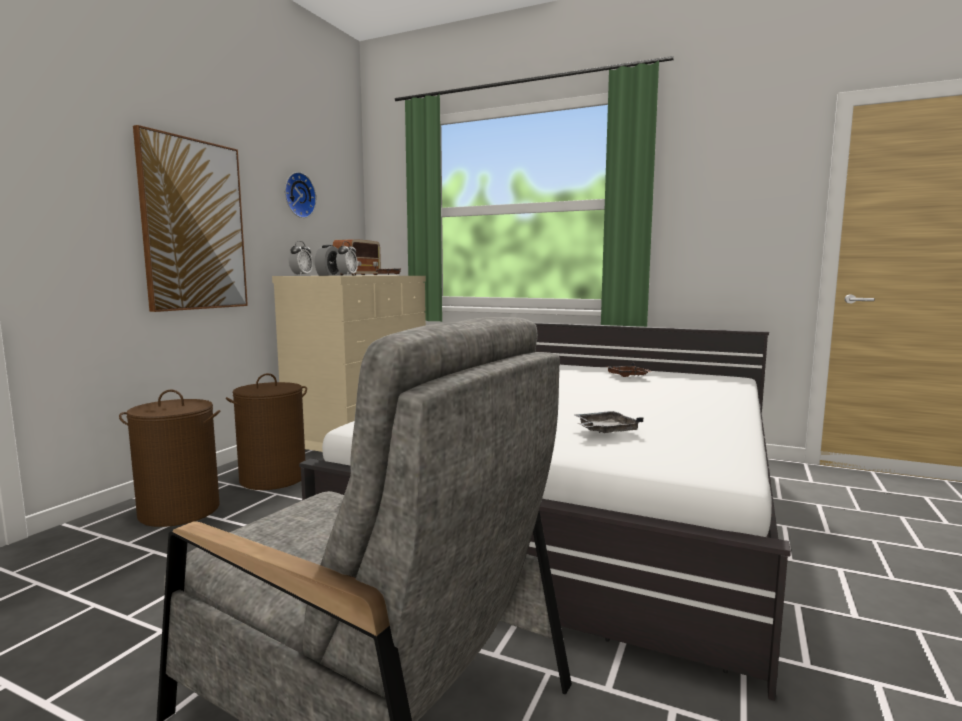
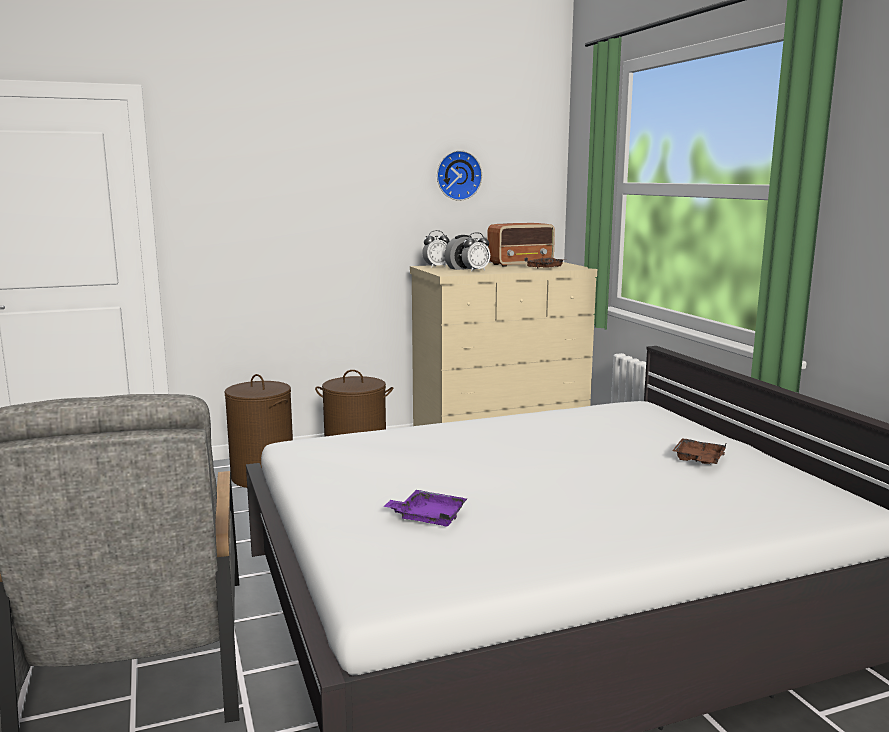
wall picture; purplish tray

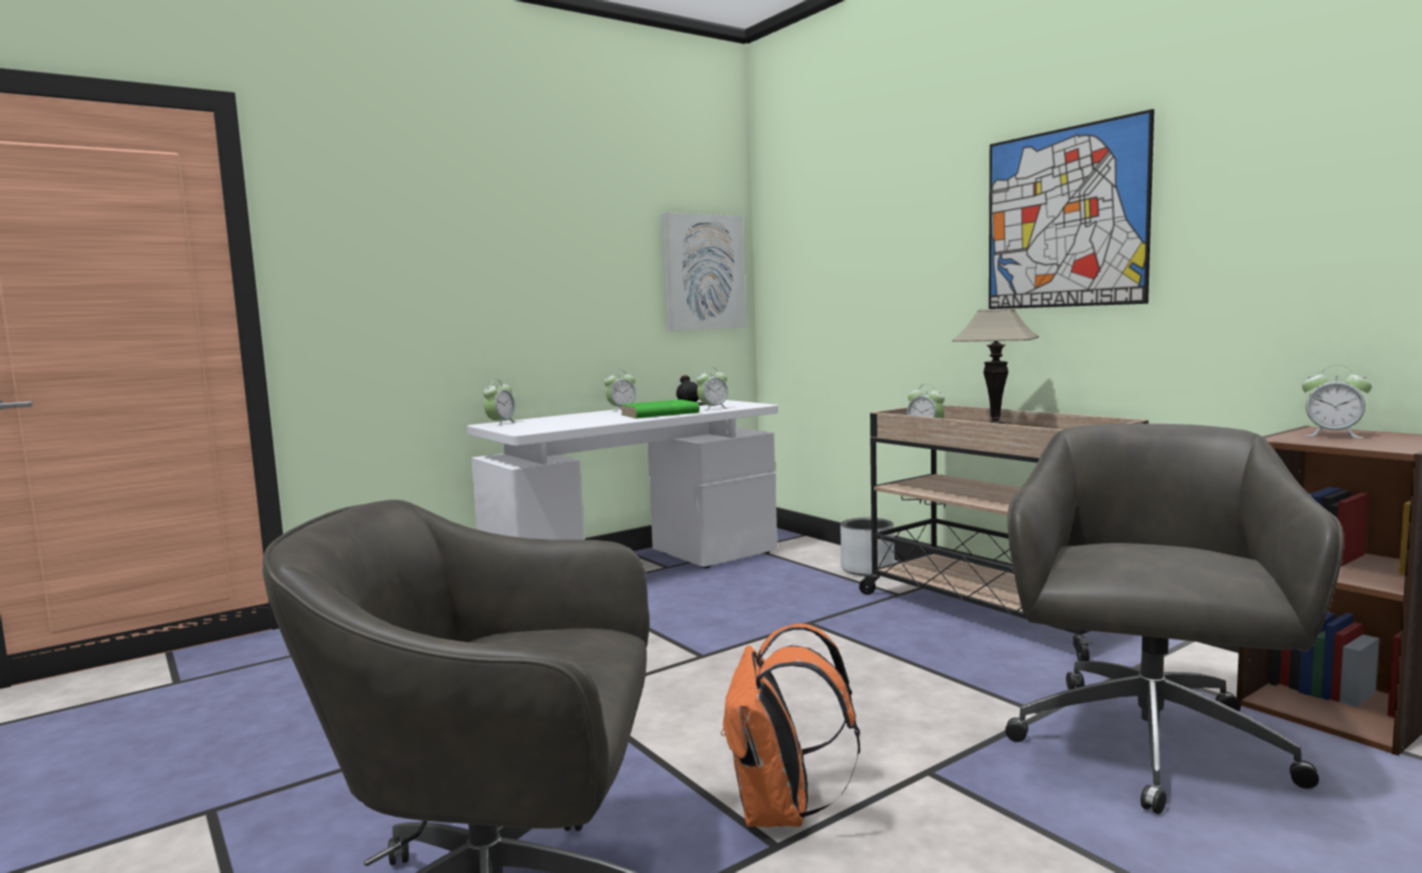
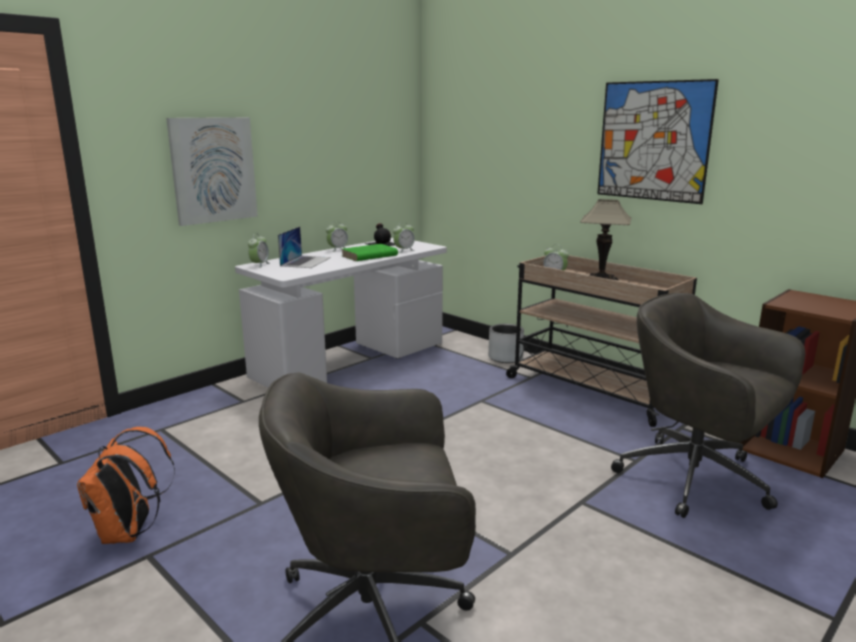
wall picture (1st from left); bedside clock (5th from left in the first image); greyish computer chair (2nd from left); orange rucksack; laptop

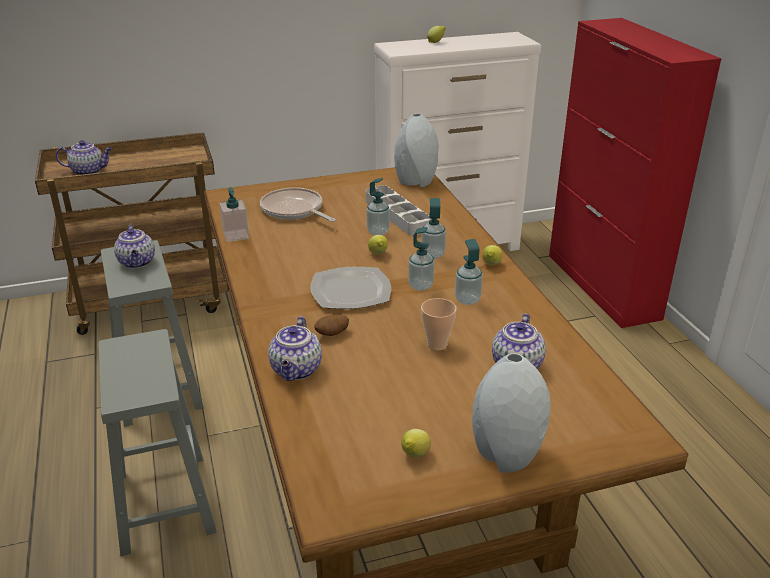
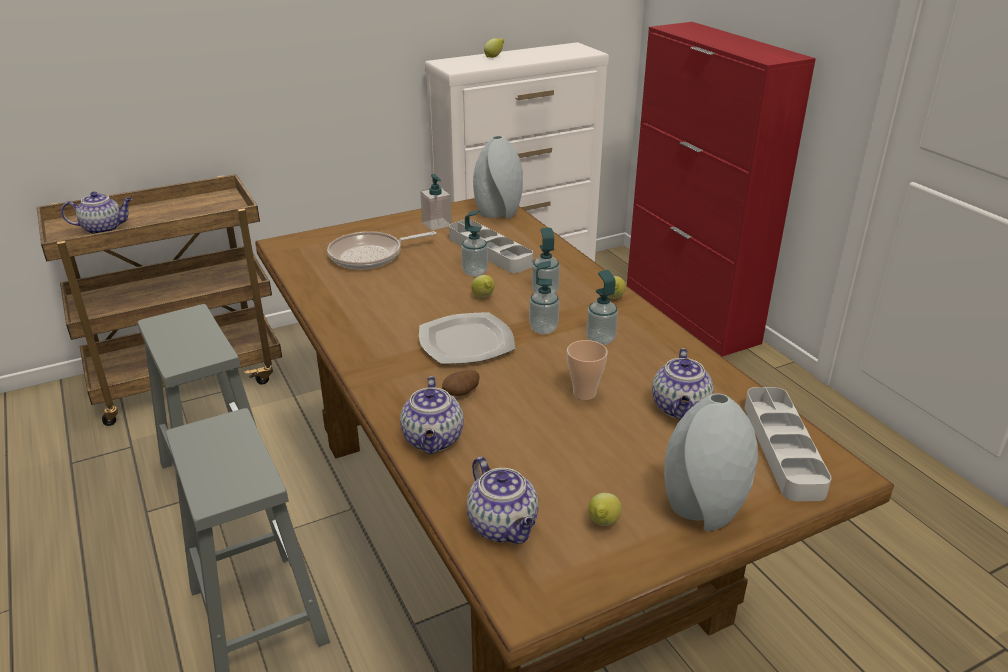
soap bottle (1st from left); skillet; teapot (3rd from left); greyish tray (2nd from left)

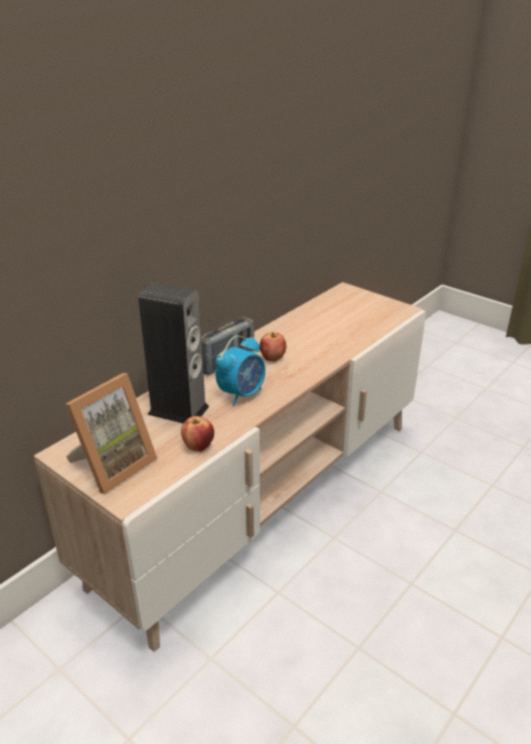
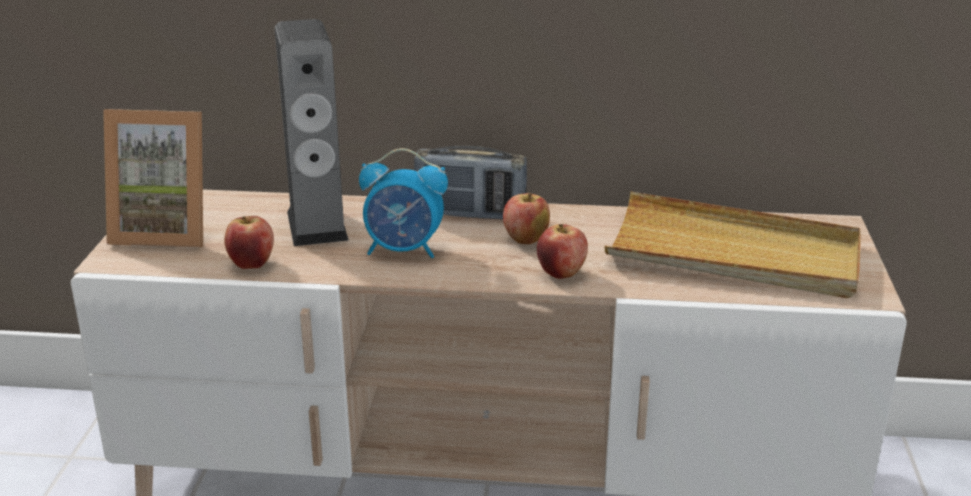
beige tray; whole apple (3rd from left)

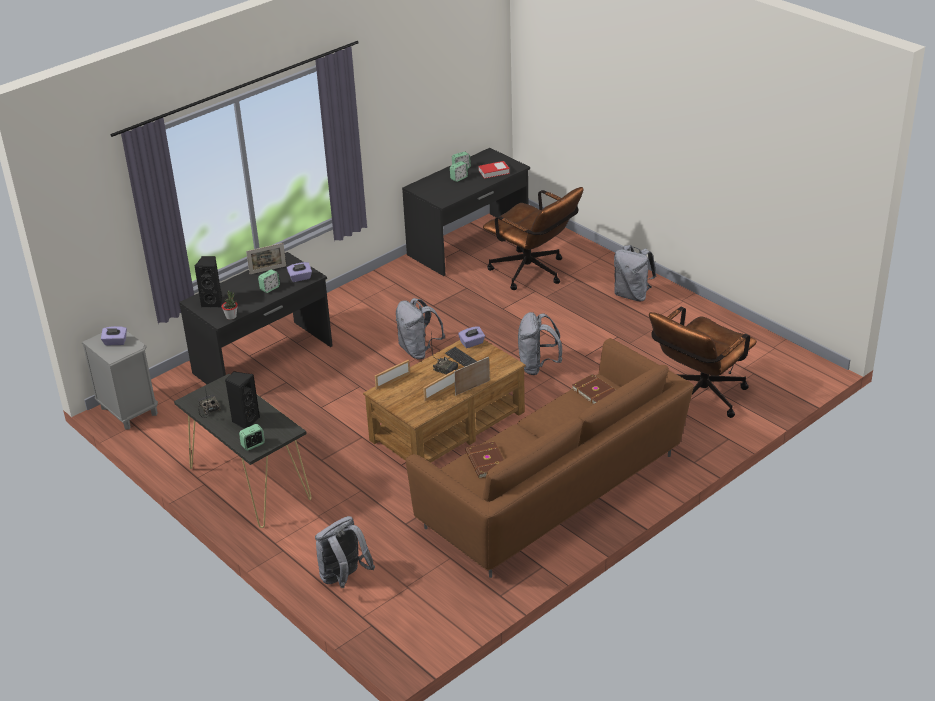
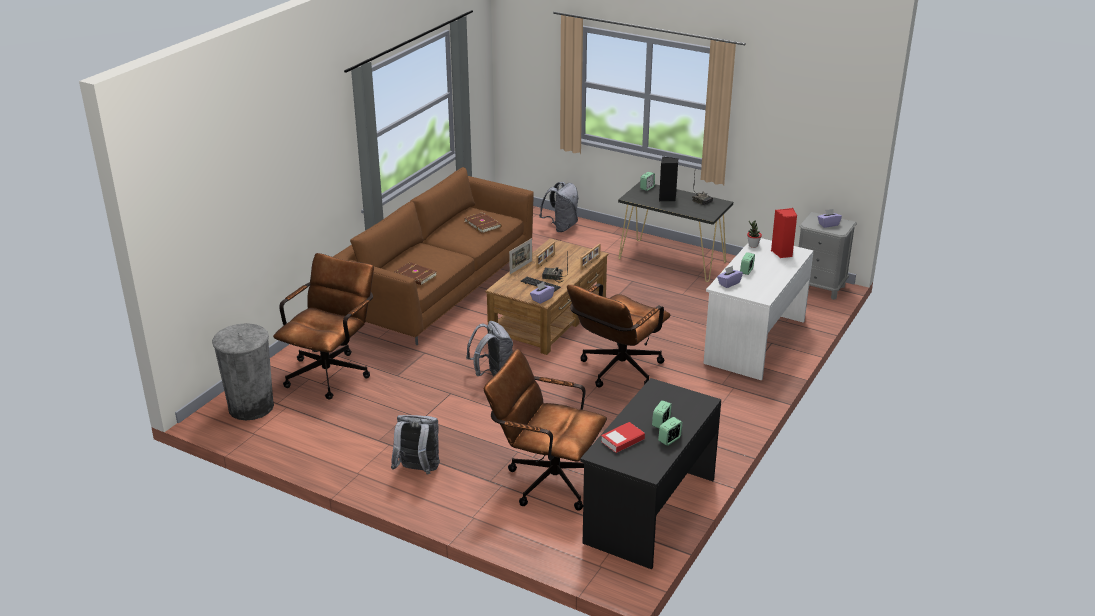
standing frame (1st from left in the first image); whitish desk table; red-coloured audio speaker; brown-coloured computer chair (3rd from left); greyish waste bin

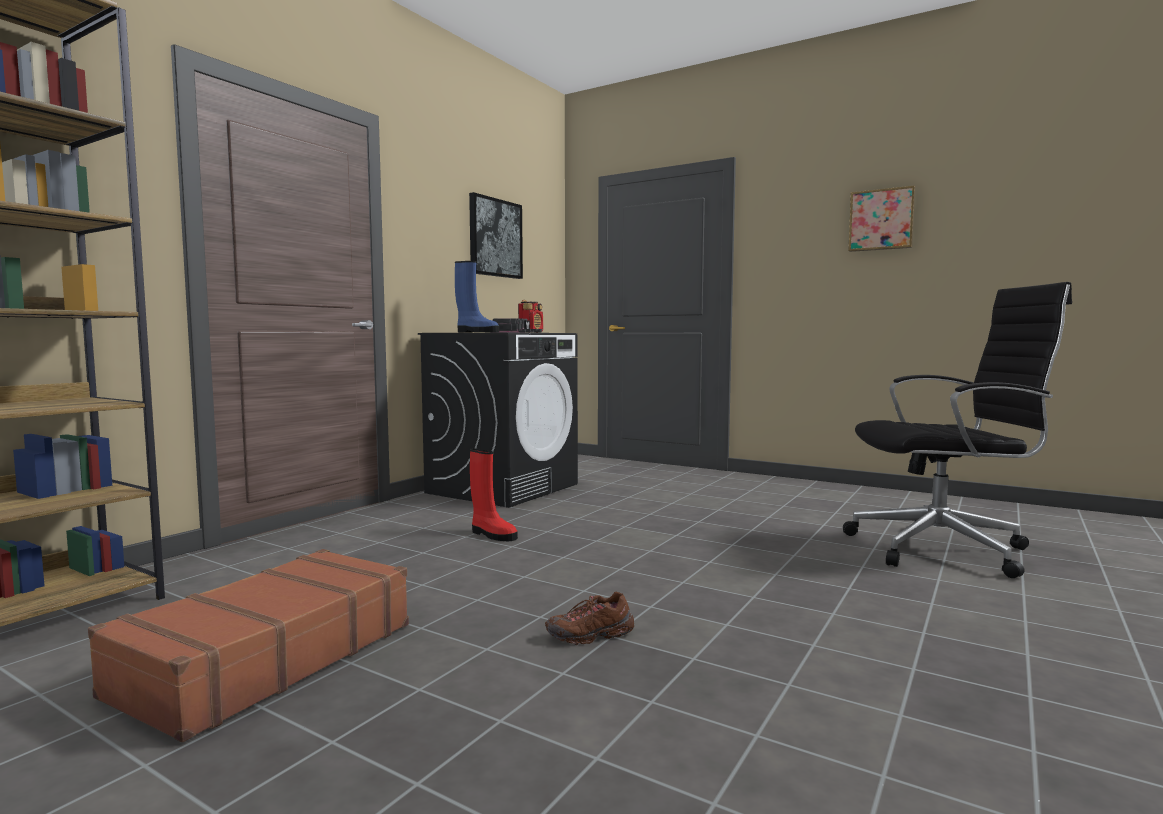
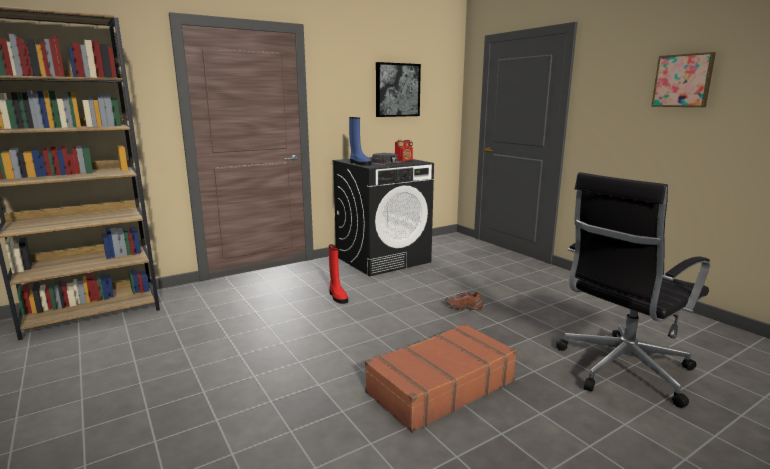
black computer chair; brown-coloured travel case; brown-coloured item of footwear

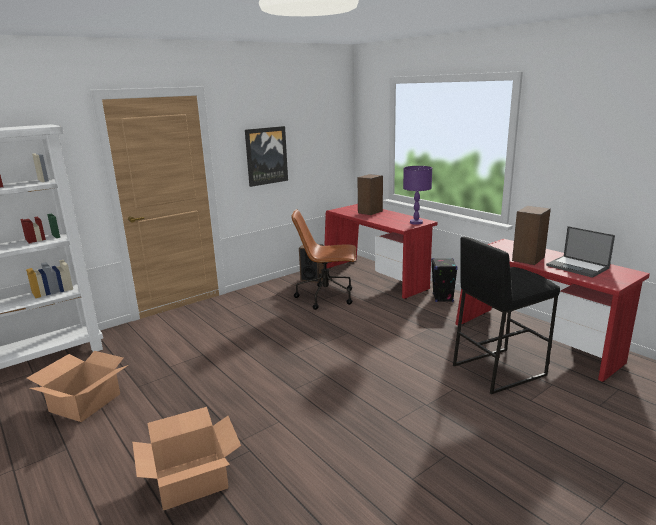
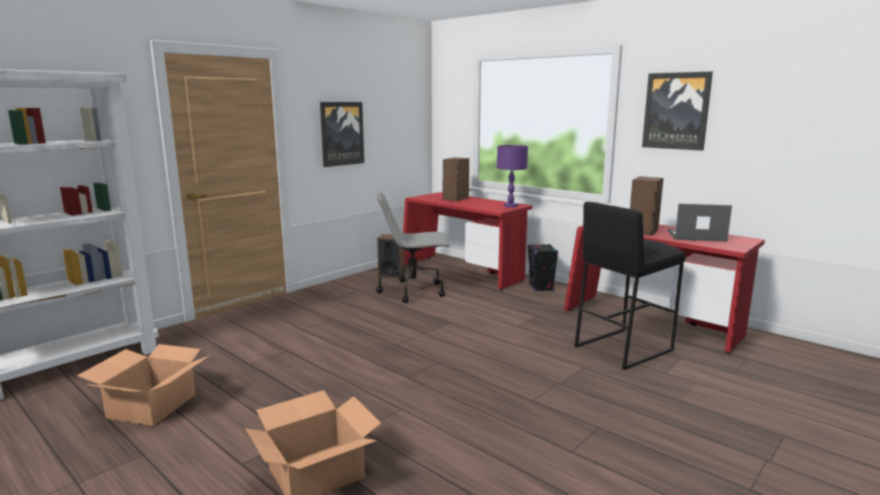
greyish computer chair; laptop; wall picture (2nd from left)

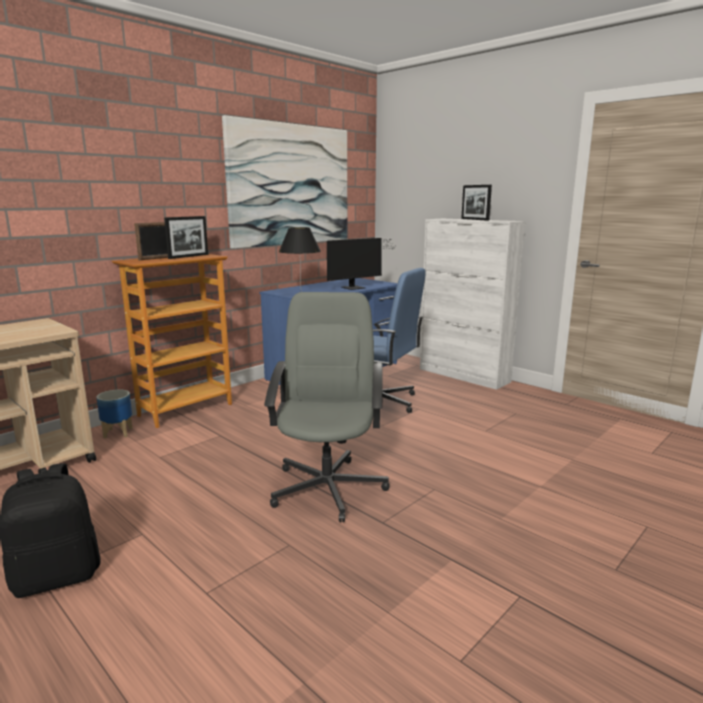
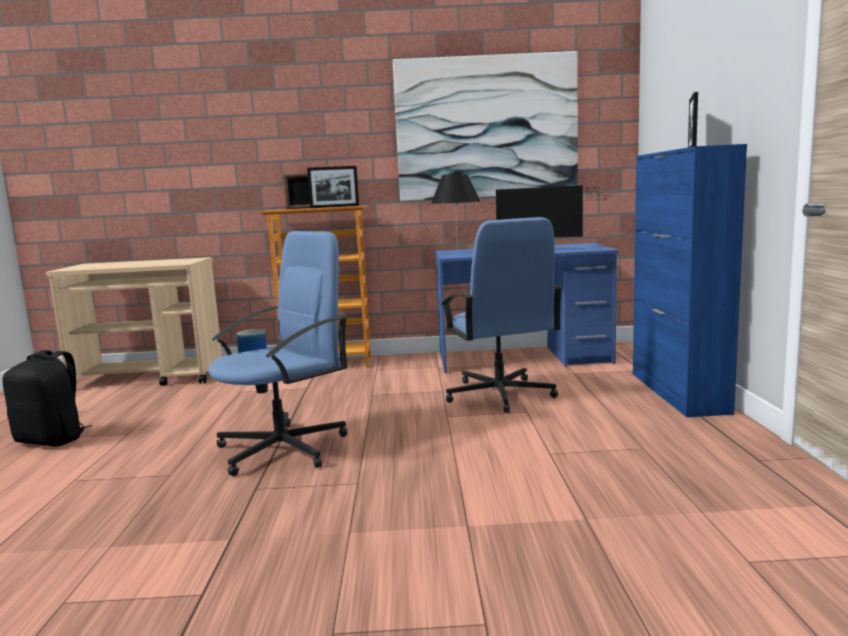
bluish cabinet; bluish computer chair (1st from left)

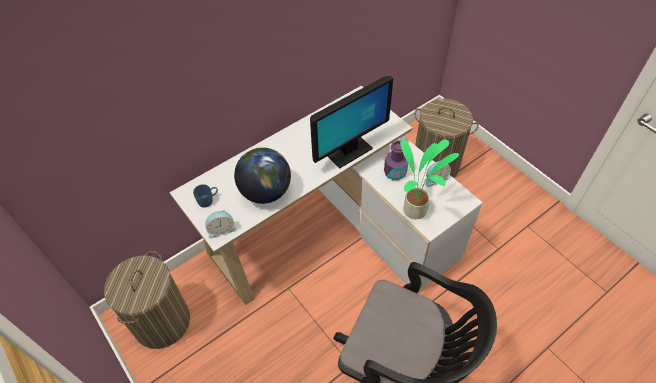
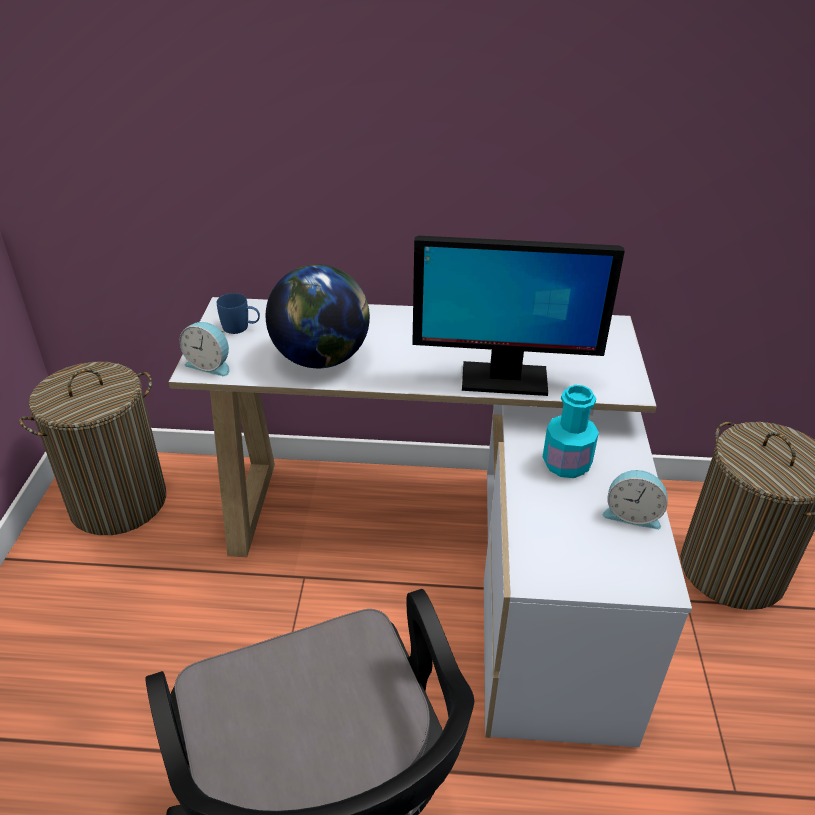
potted plant; turquoise beverage bottle

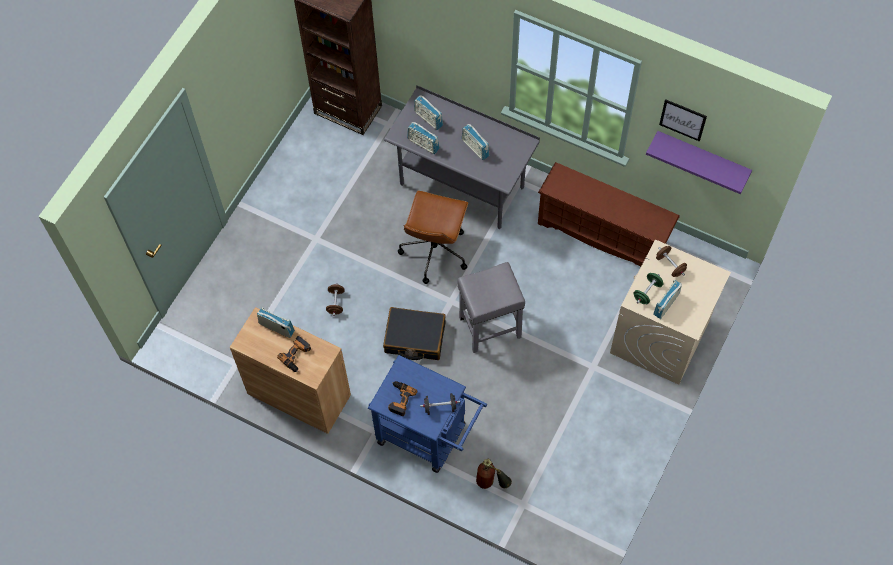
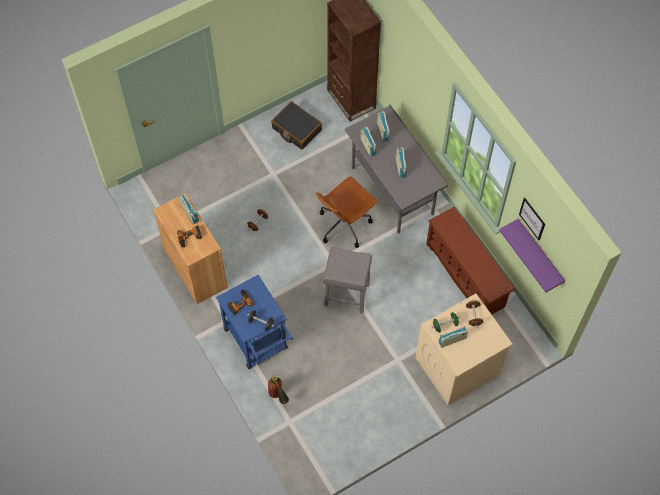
black travel case

